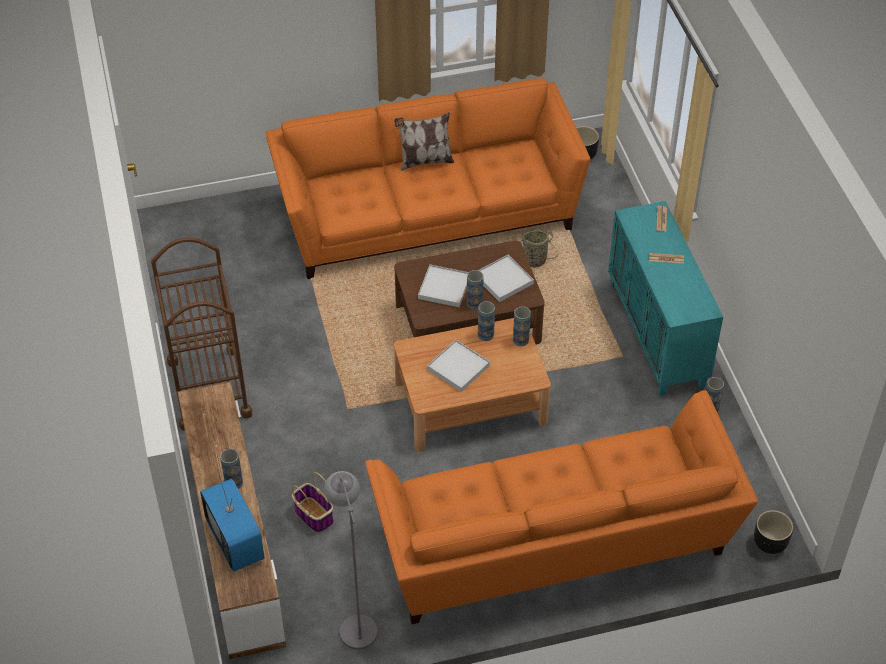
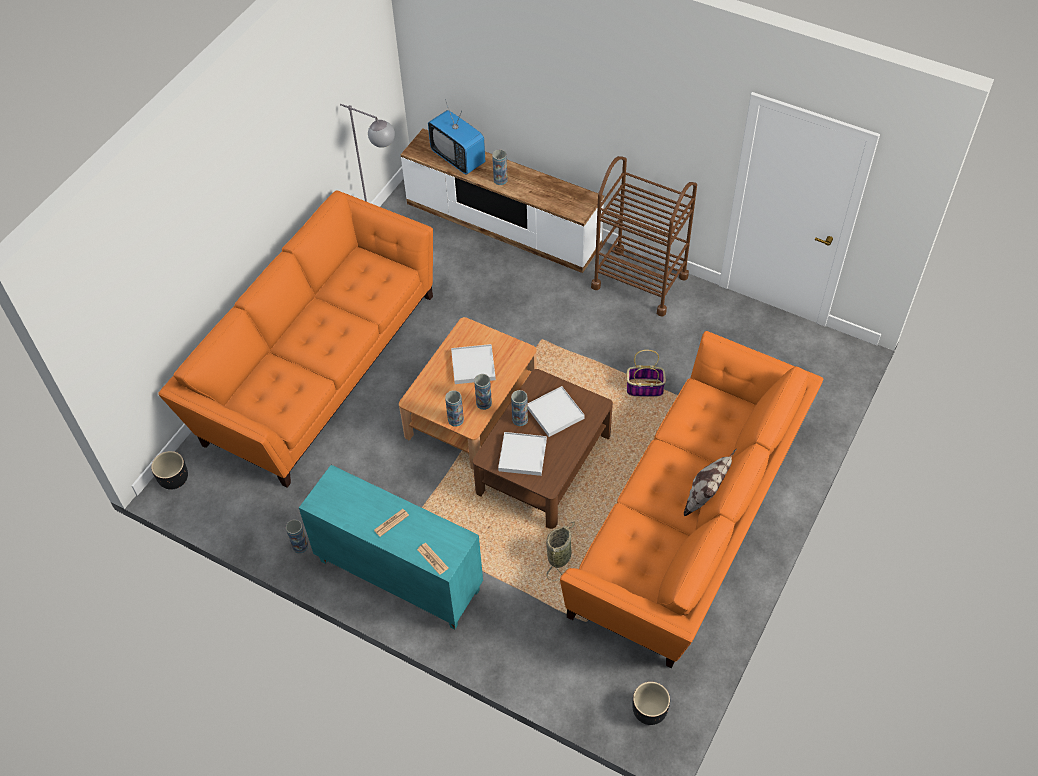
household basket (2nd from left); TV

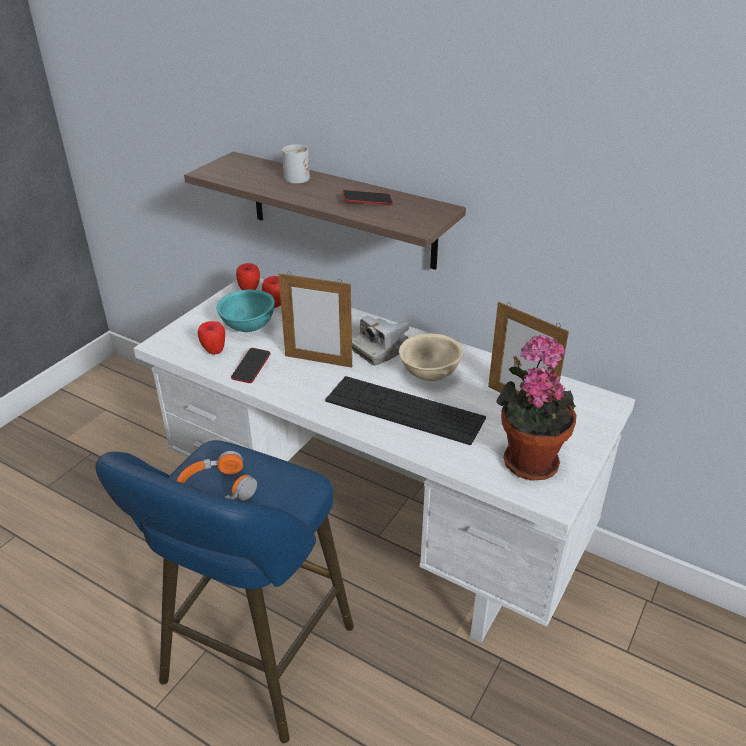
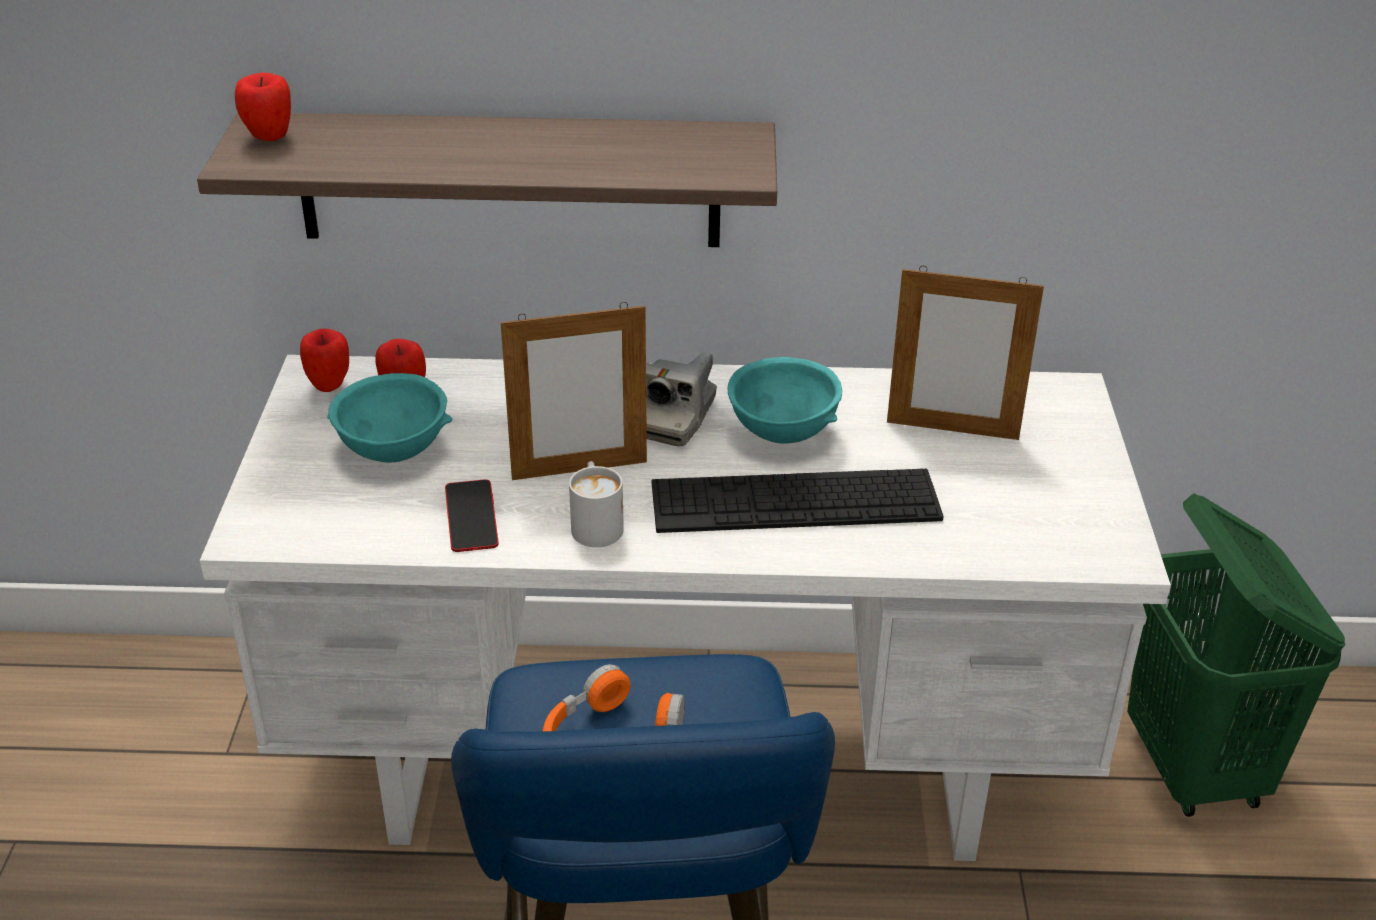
whitish coffee mug; handset (2nd from left in the first image); whole apple (1st from left); turquoise serving bowl (2nd from left); potted plant; green-coloured washing basket

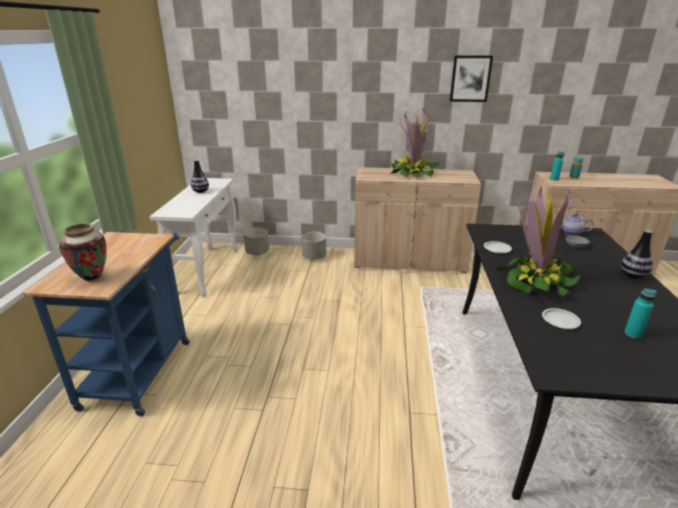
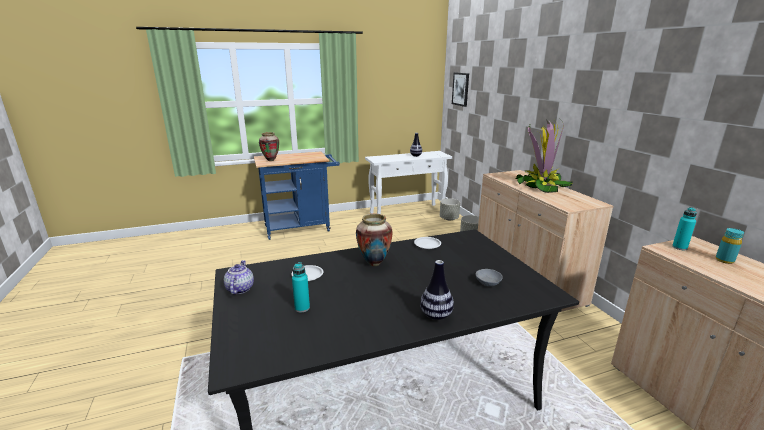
wall picture; flower vase (2nd from left); teapot

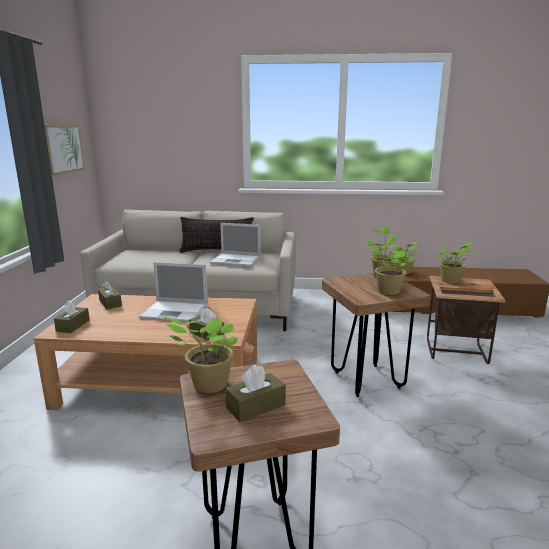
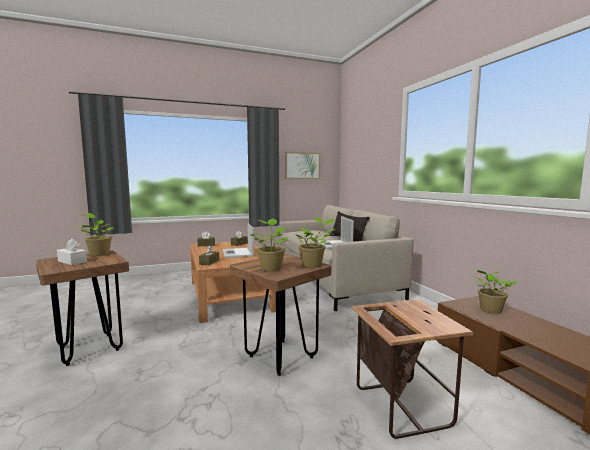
potted plant (5th from left in the first image); whitish tissue box

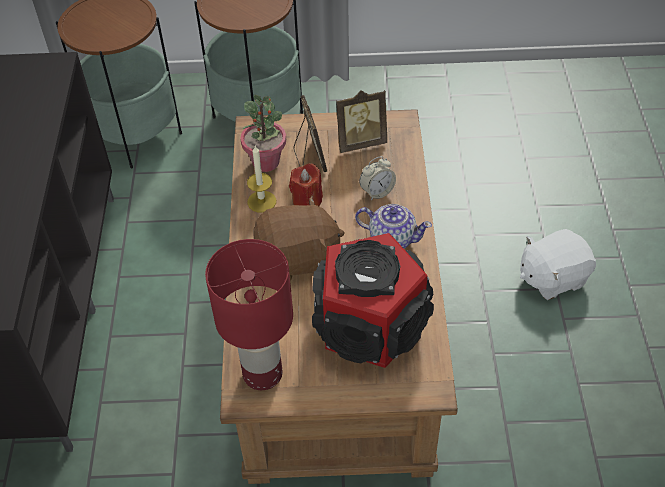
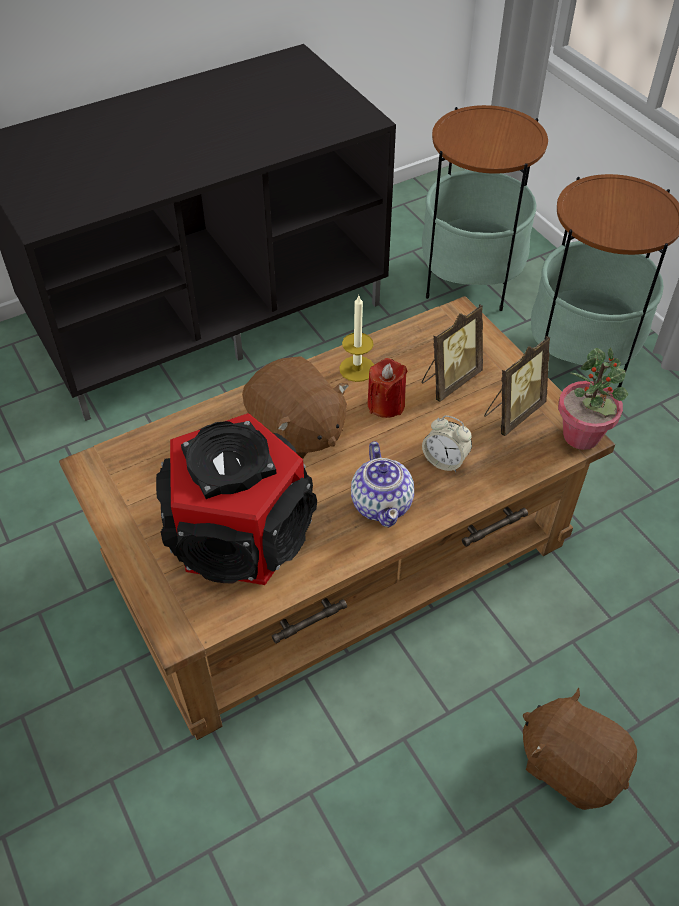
standing frame (2nd from left); potted plant; brown-coloured soft toy (2nd from left); red-coloured table lamp

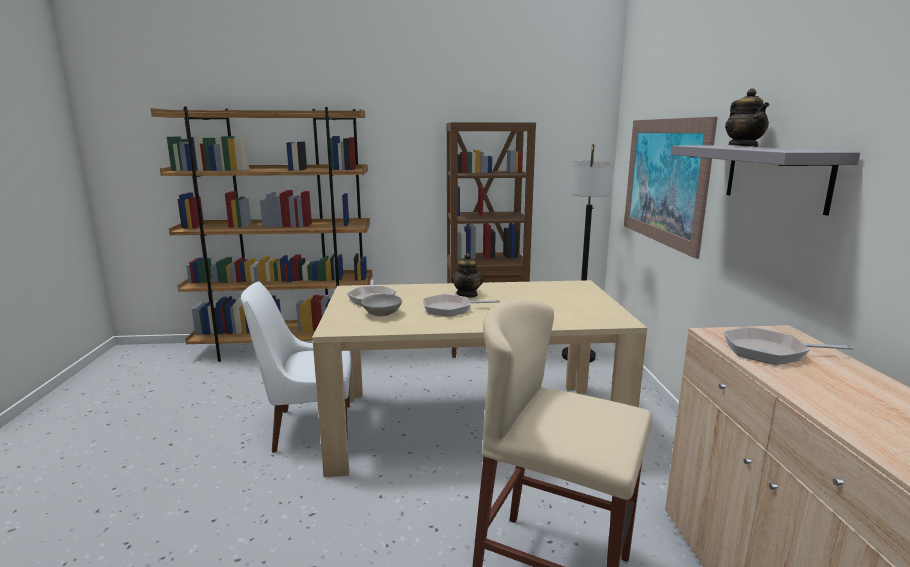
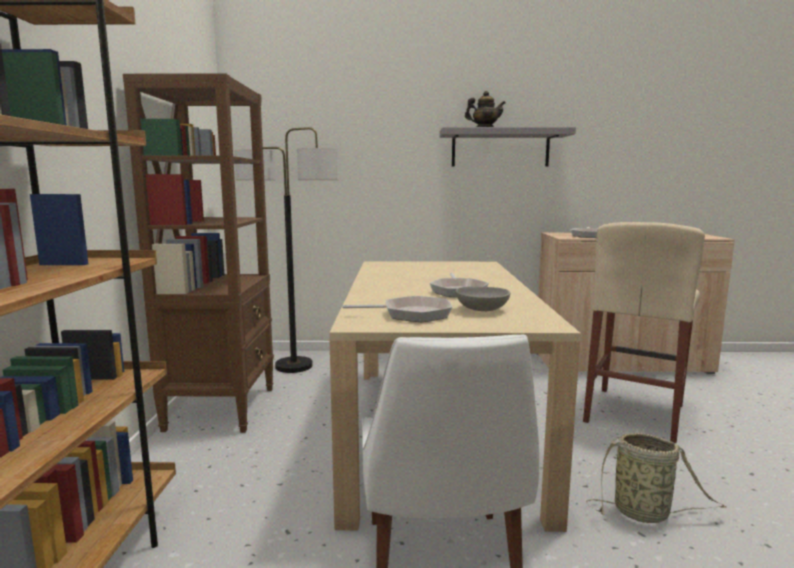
wall picture; teapot (1st from left in the first image); household basket

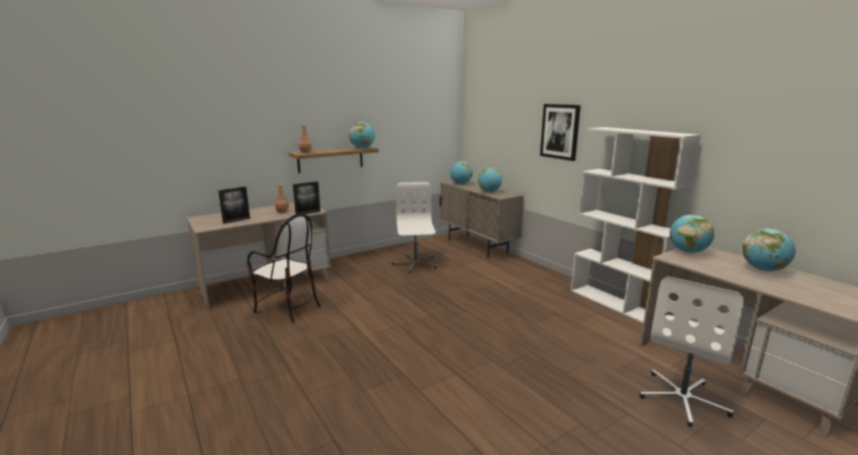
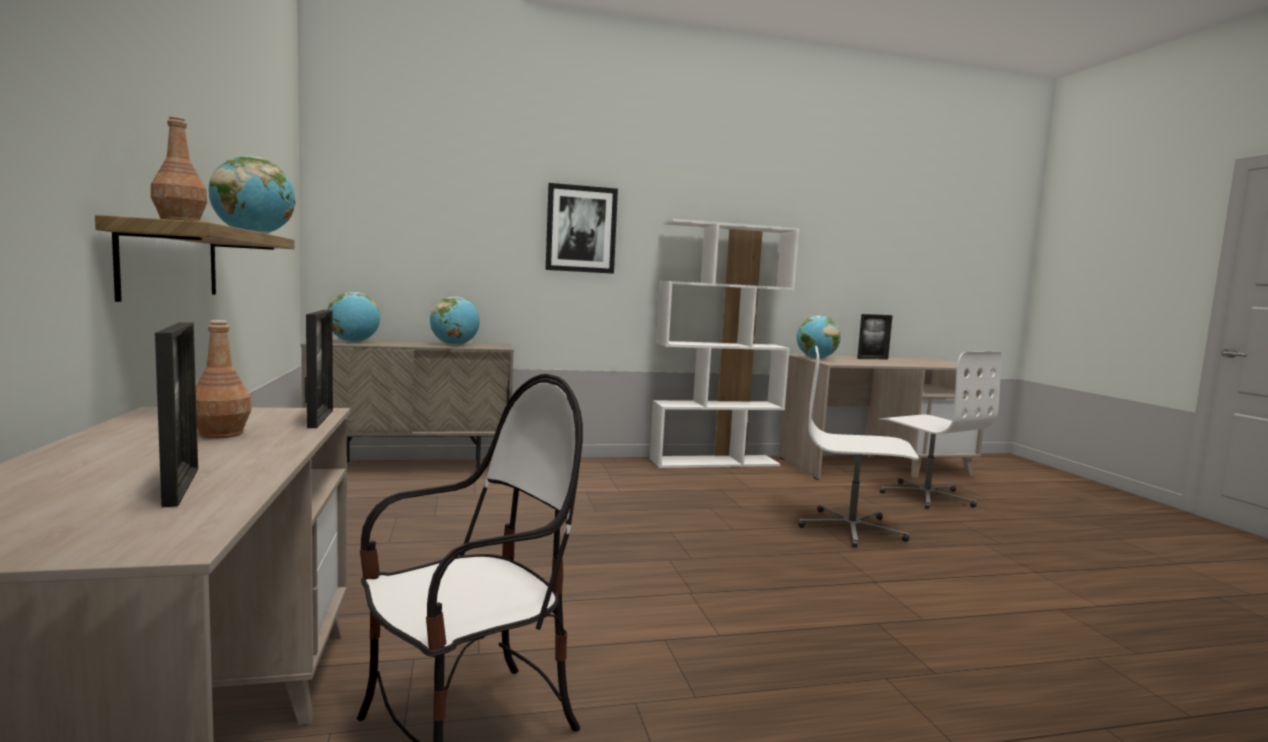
whitish computer chair (1st from left); standing frame (3rd from left)

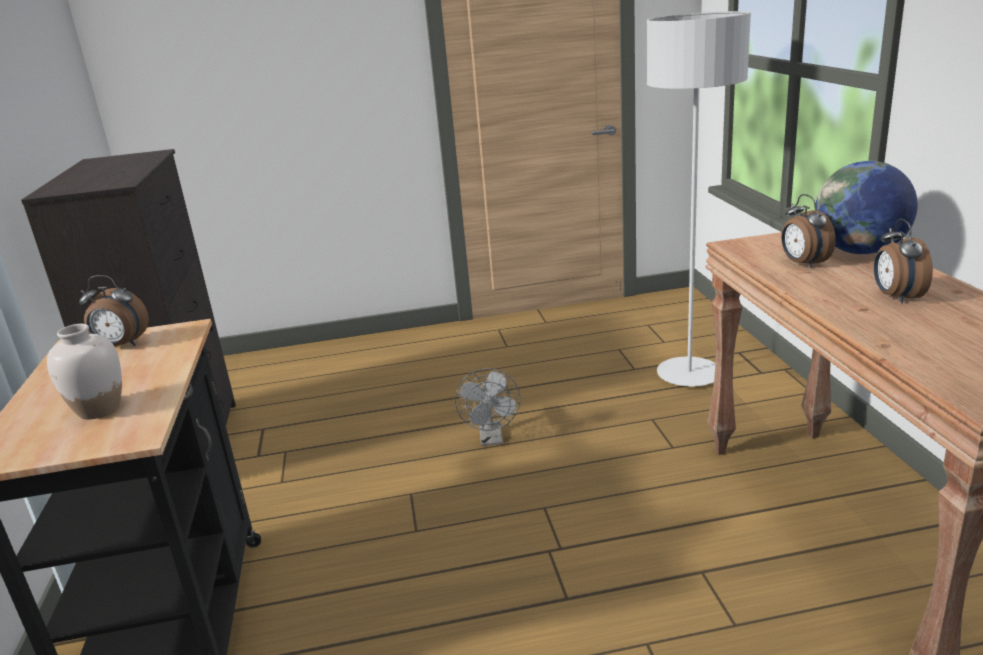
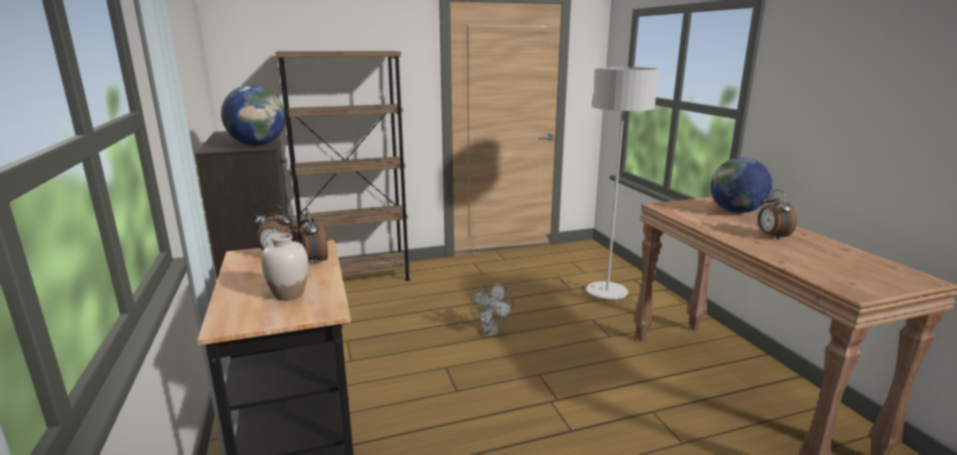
bedside clock (2nd from left); brown-coloured shelving unit; desk globe (1st from left)

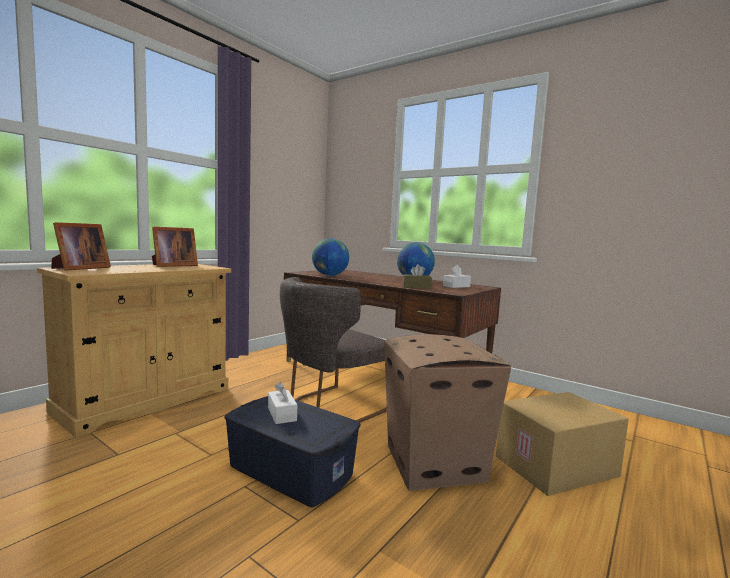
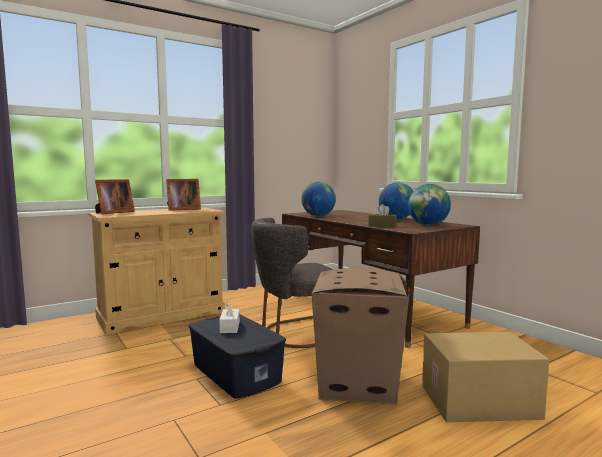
desk globe (3rd from left)

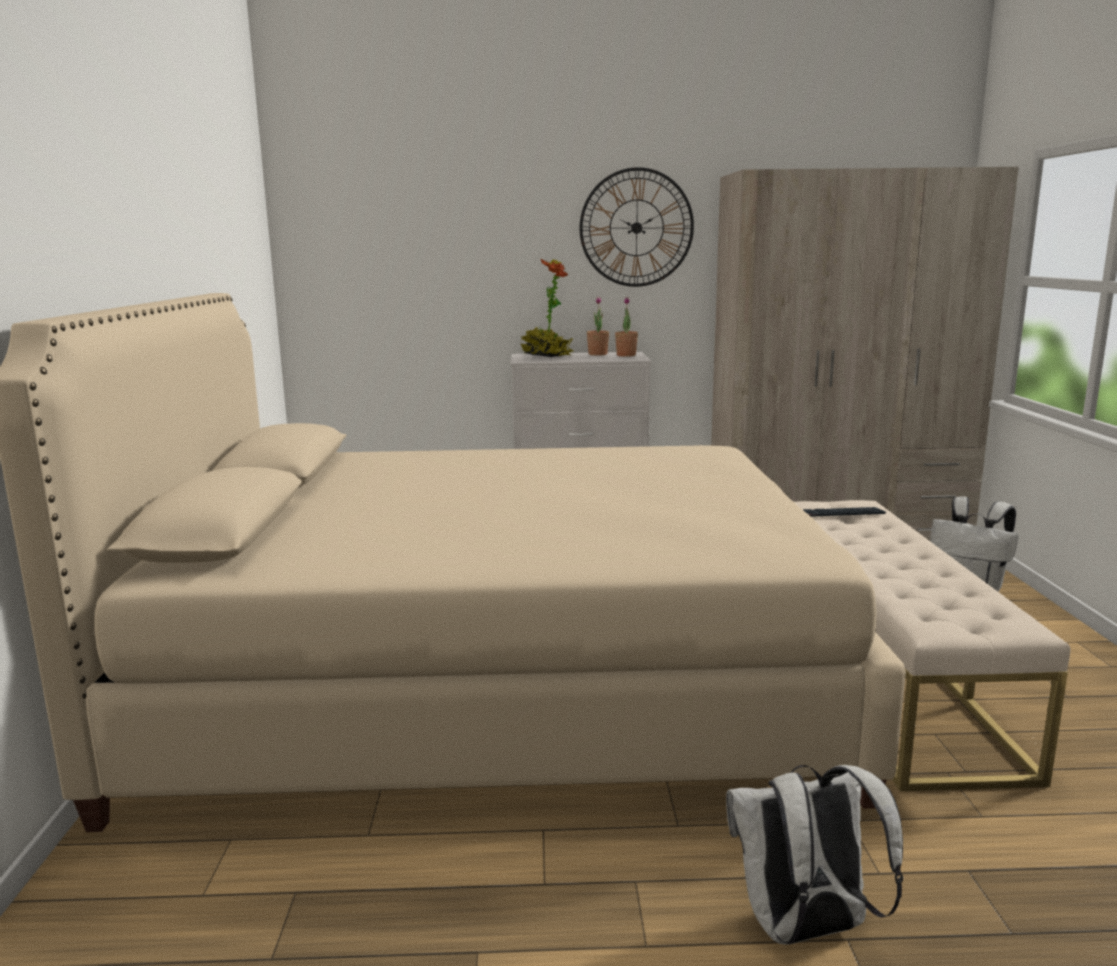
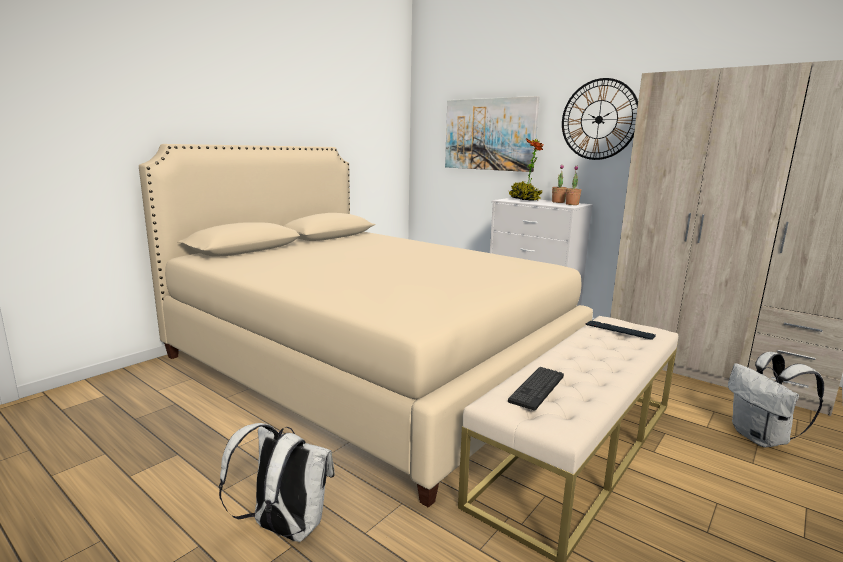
wall picture; computer keyboard (1st from left)

